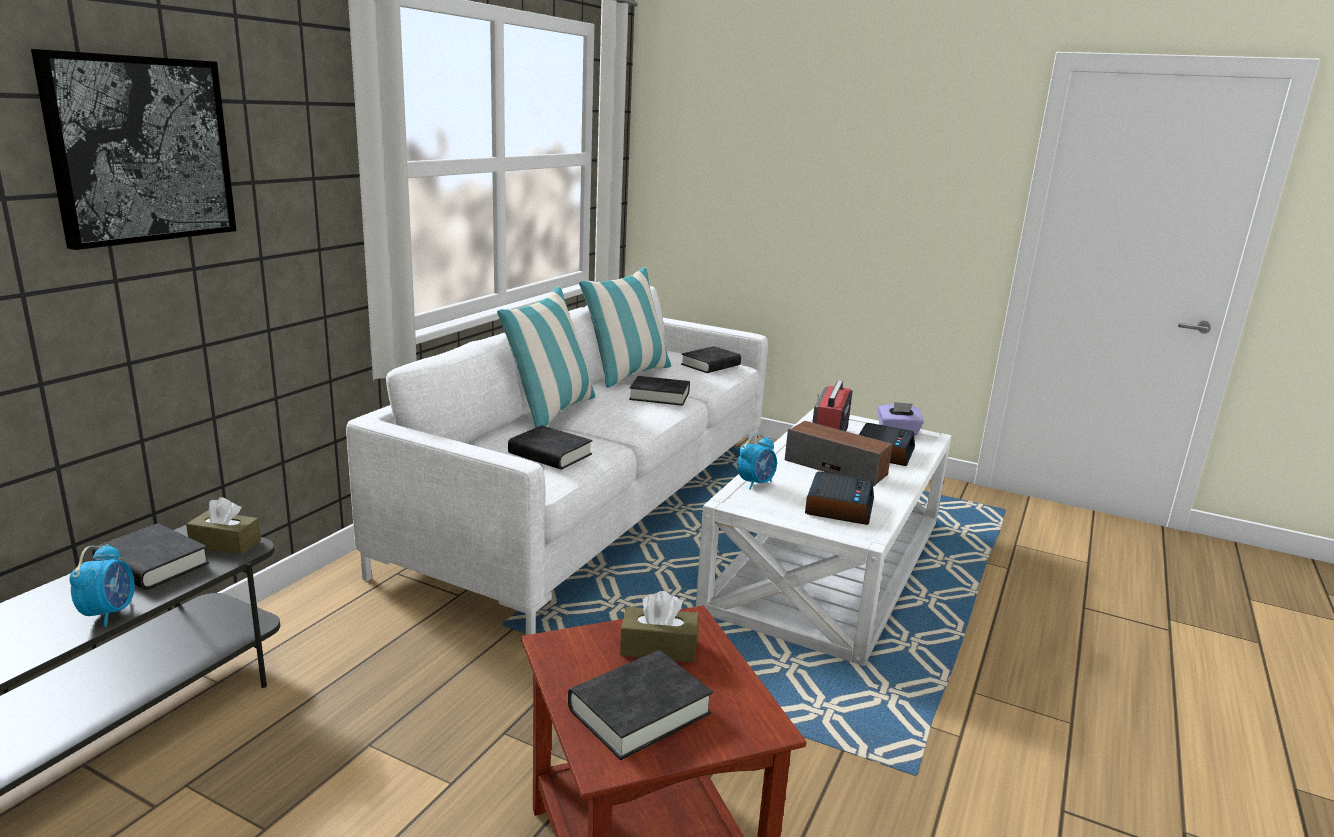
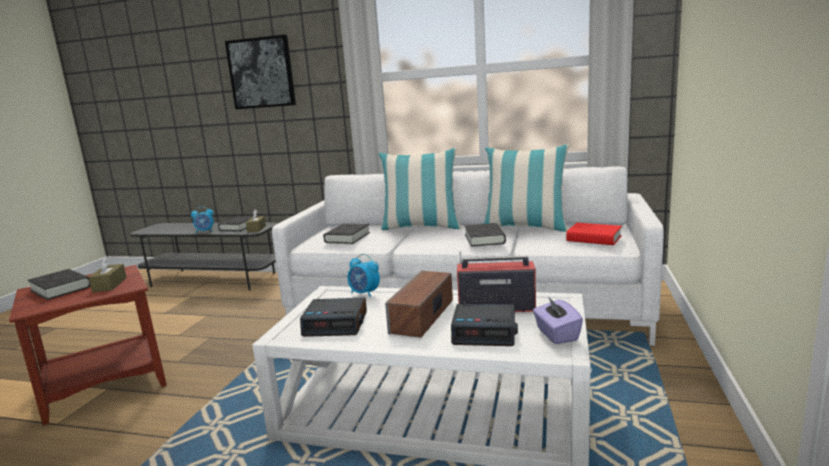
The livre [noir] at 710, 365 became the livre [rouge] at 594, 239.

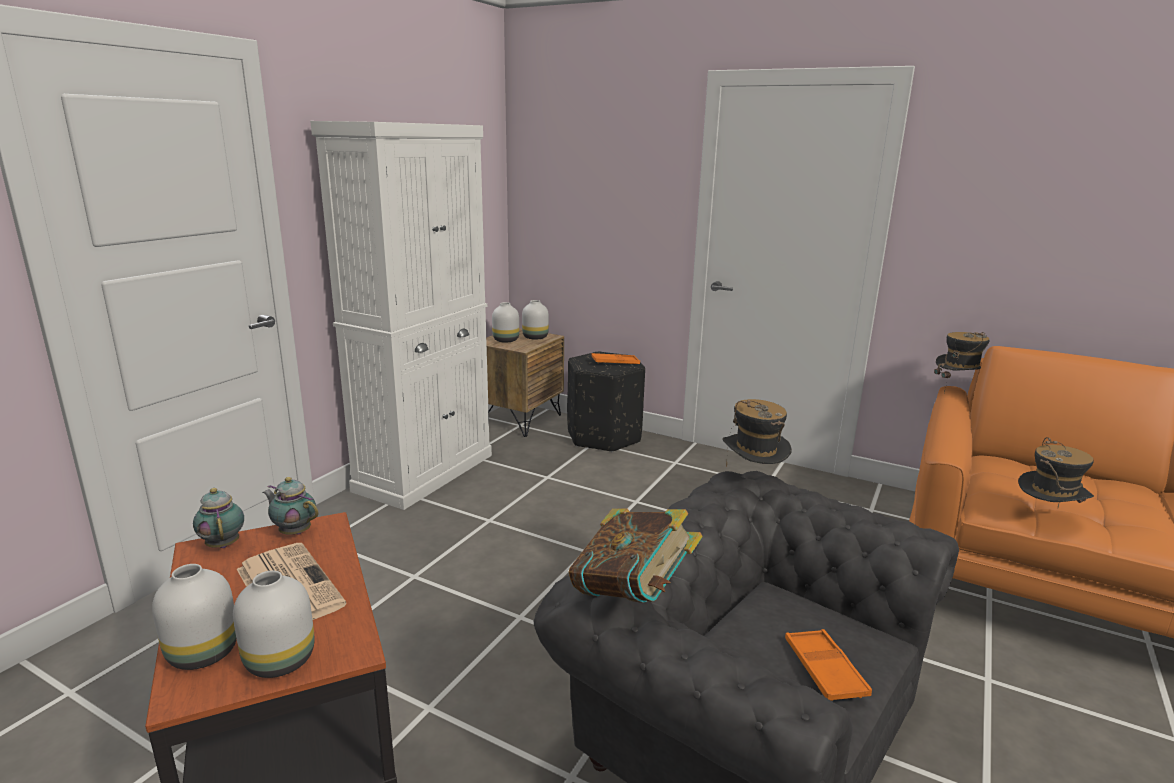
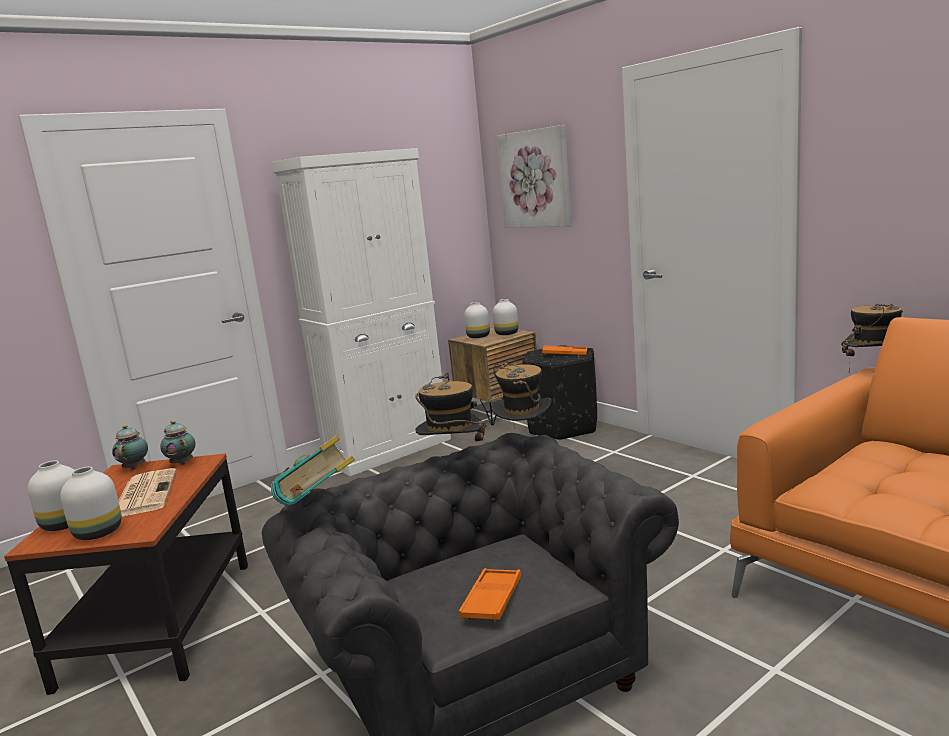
The chapeau moved from 1046, 519 to 453, 458. The tableau at 535, 179 appeared.

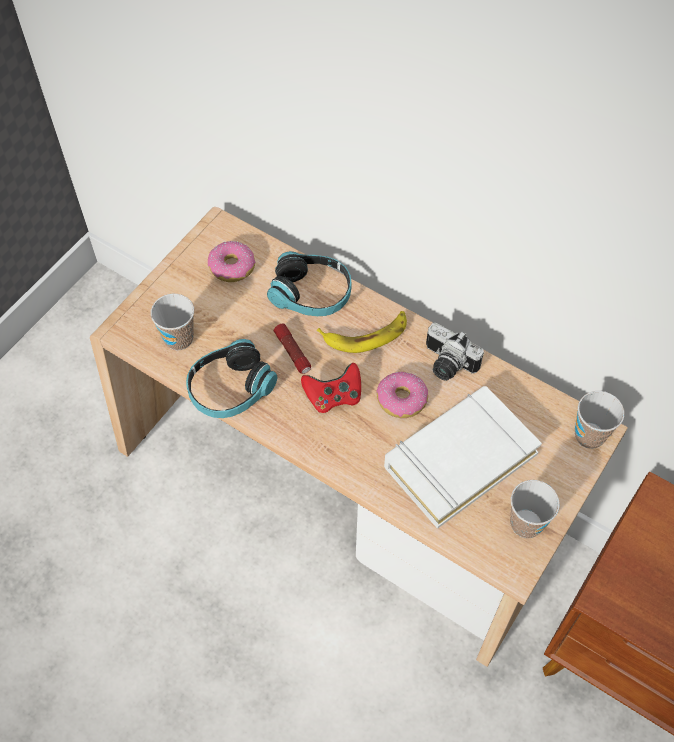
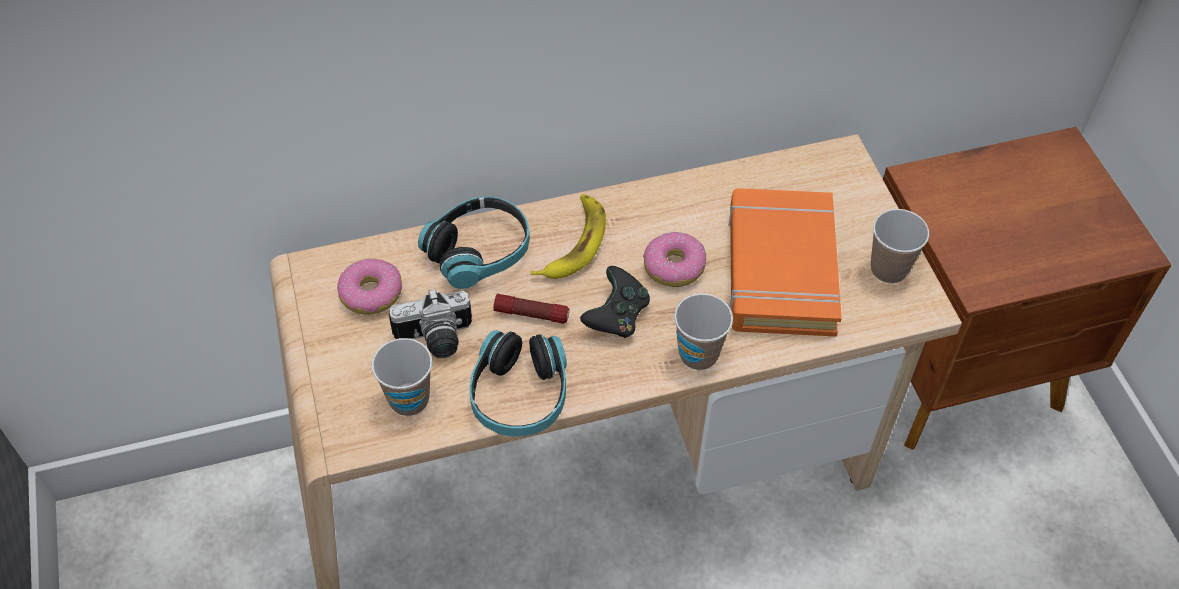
The manette [rouge] at 333, 396 became the manette [noir] at 617, 316. The livre [blanc] at 459, 459 became the livre [orange] at 780, 269. The appareil photo moved from 446, 365 to 435, 340. The tasse moved from 589, 435 to 698, 354.

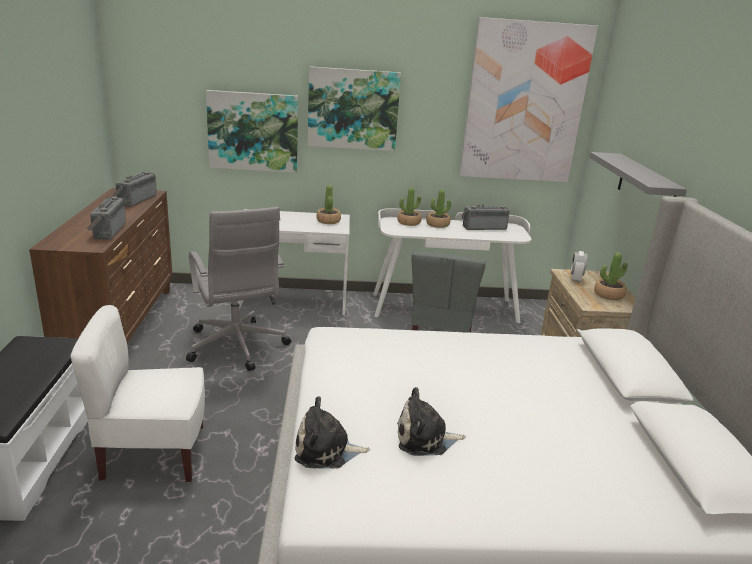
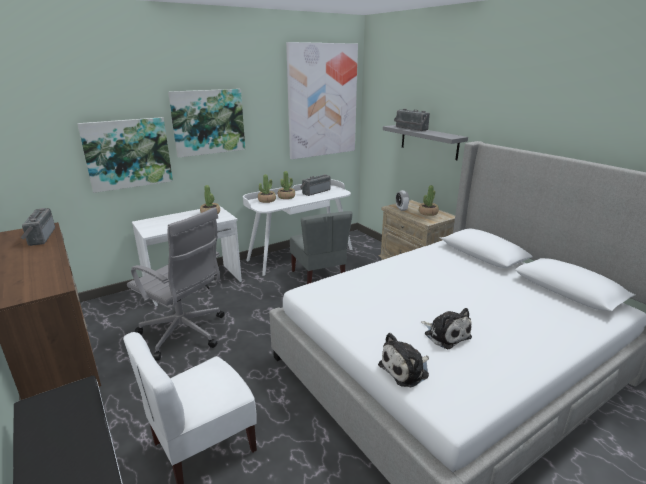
The radio moved from 107, 230 to 410, 129. The peluche at 425, 439 turned 90 degrees counterclockwise.

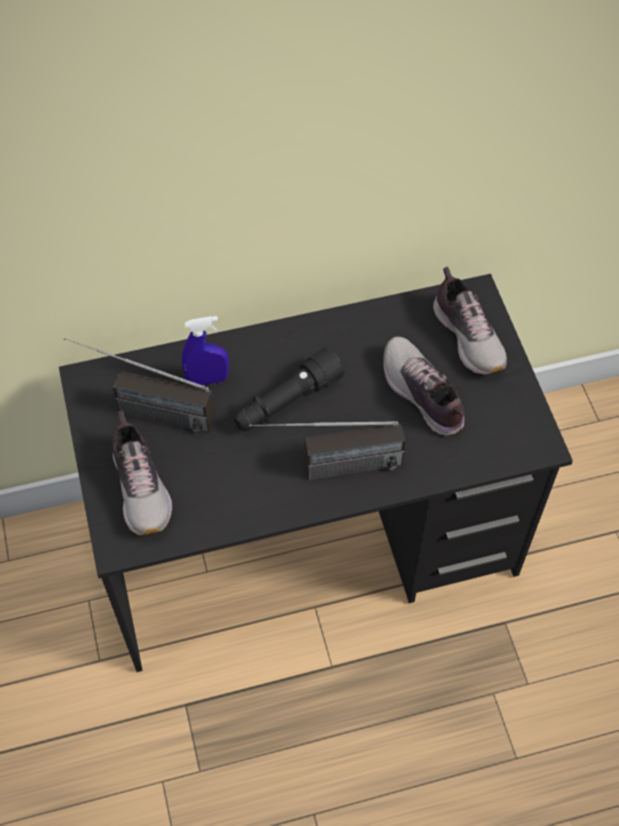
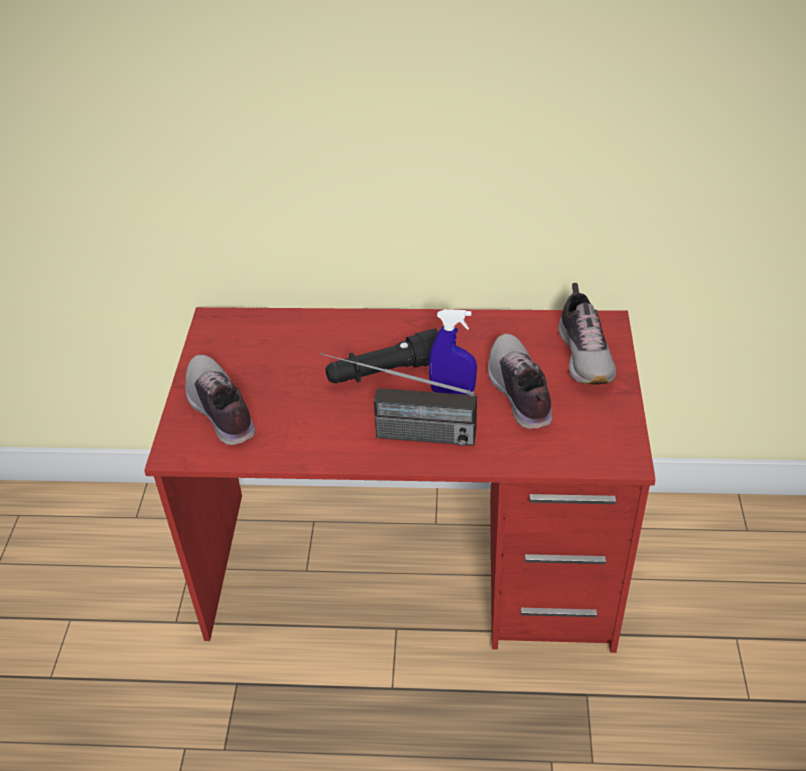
The bureau [noir] at 309, 543 became the bureau [rouge] at 412, 570. The radio at 142, 410 disappeared. The chaussure at 142, 487 turned 150 degrees clockwise. The vaporisateur [bleu] moved from 207, 380 to 452, 392.

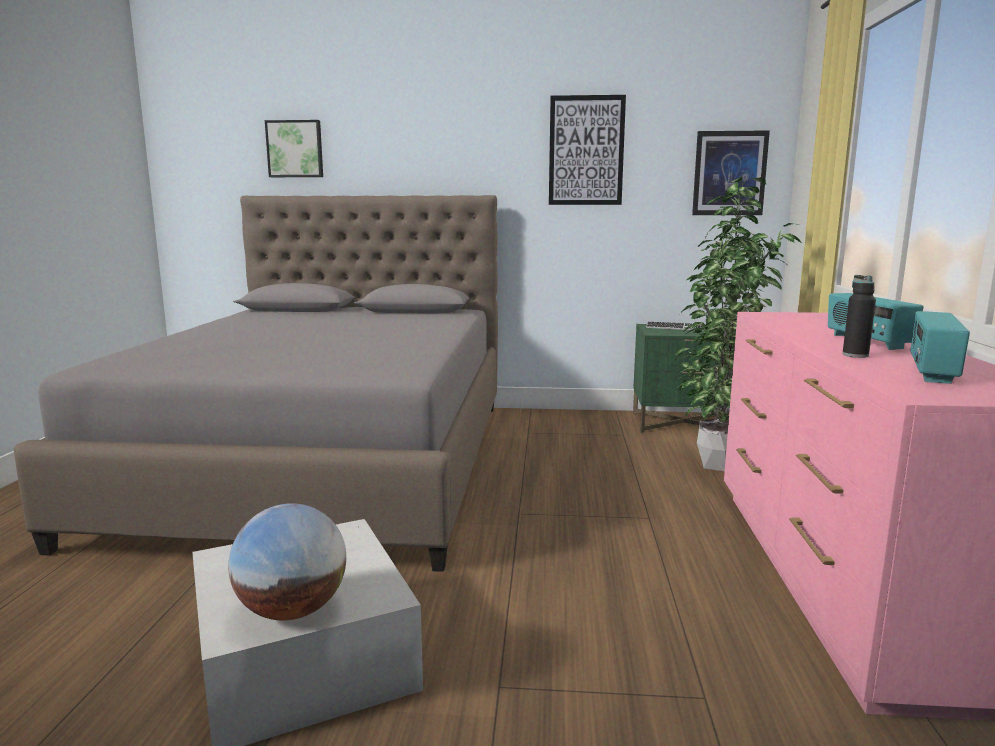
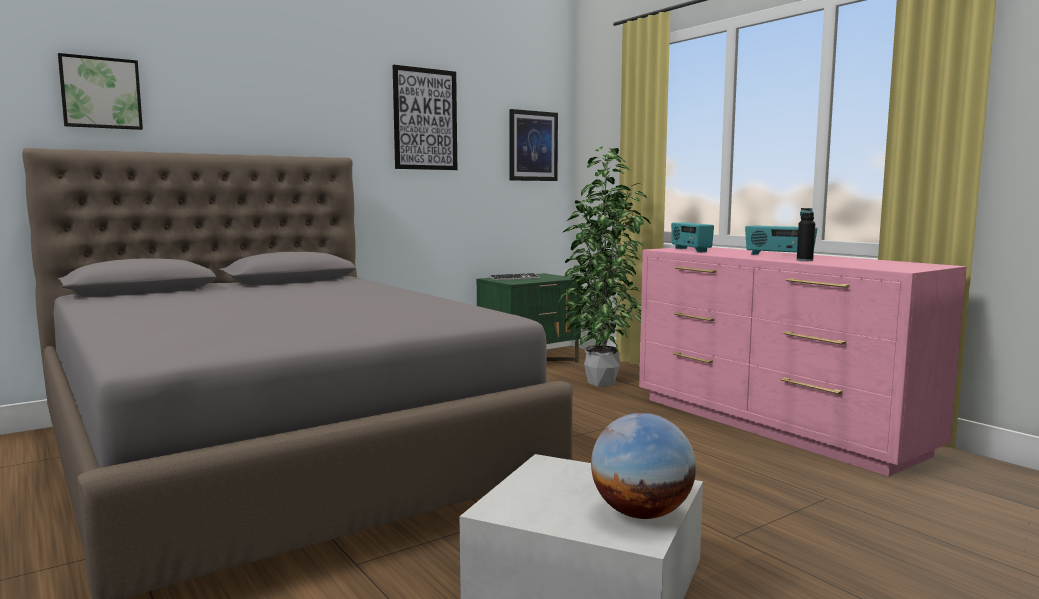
The radio moved from 930, 372 to 690, 250.

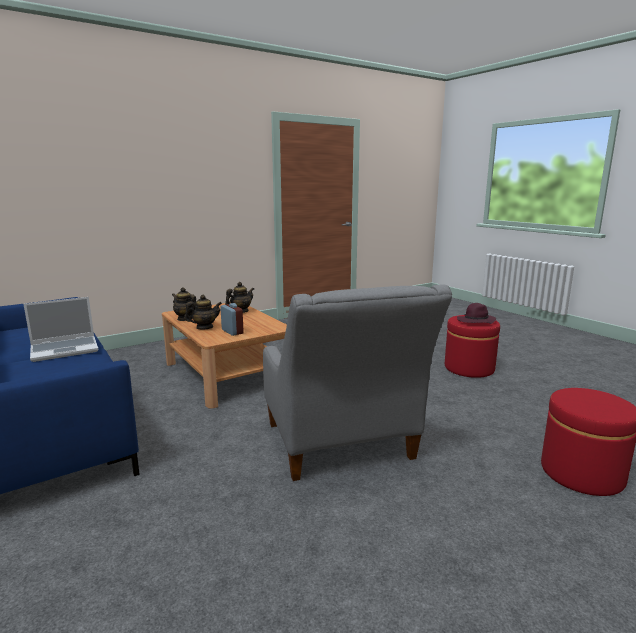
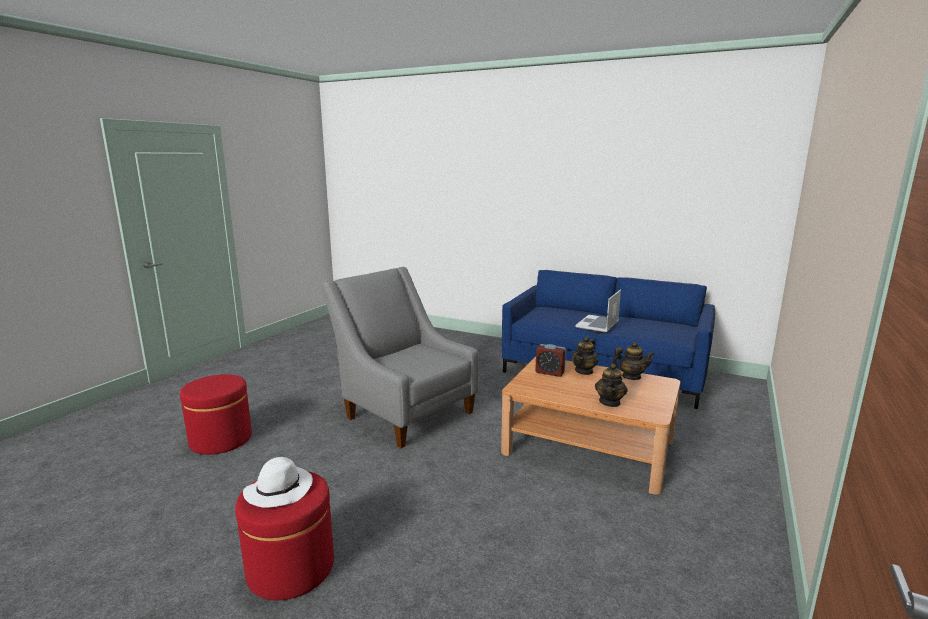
The chapeau [violet] at 475, 321 became the chapeau [blanc] at 280, 489.

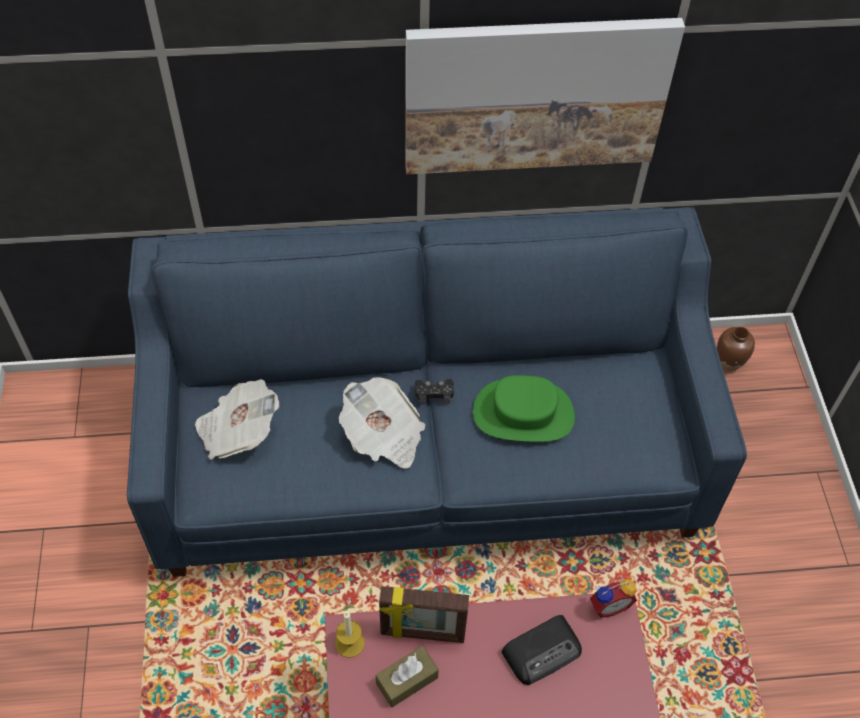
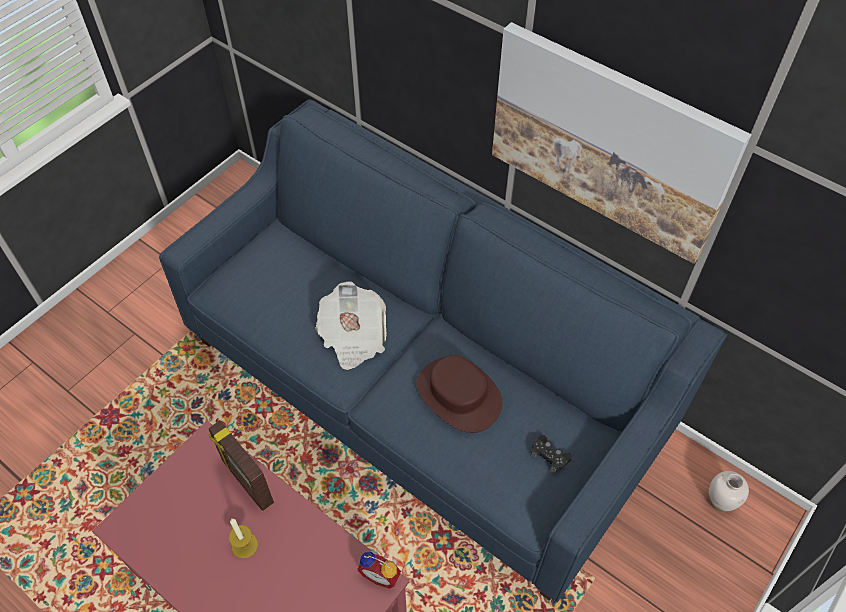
The journal at 238, 431 disappeared. The bougie moved from 349, 643 to 244, 545. The boîte à mouchoirs [marron] at 407, 680 disappeared. The manette [noir] moved from 434, 393 to 549, 456. The chapeau [vert] at 523, 414 became the chapeau [marron] at 458, 395. The radio at 543, 651 disappeared. The vase [marron] at 728, 362 became the vase [blanc] at 720, 501.

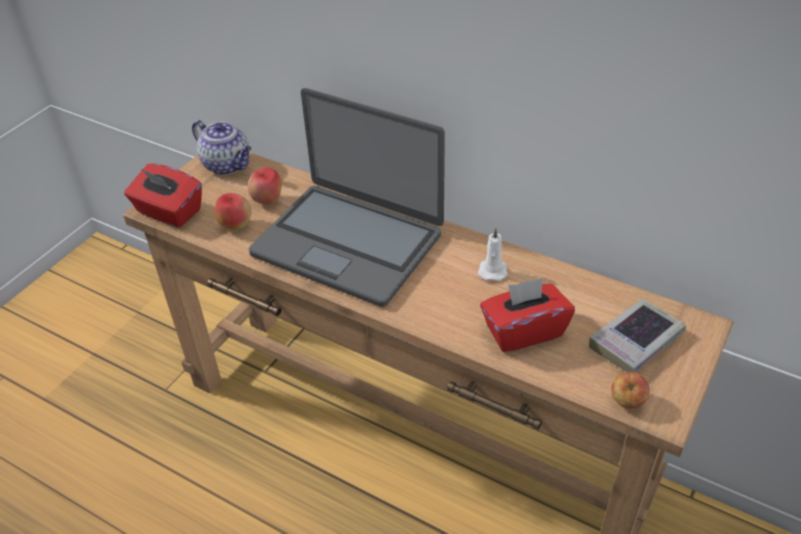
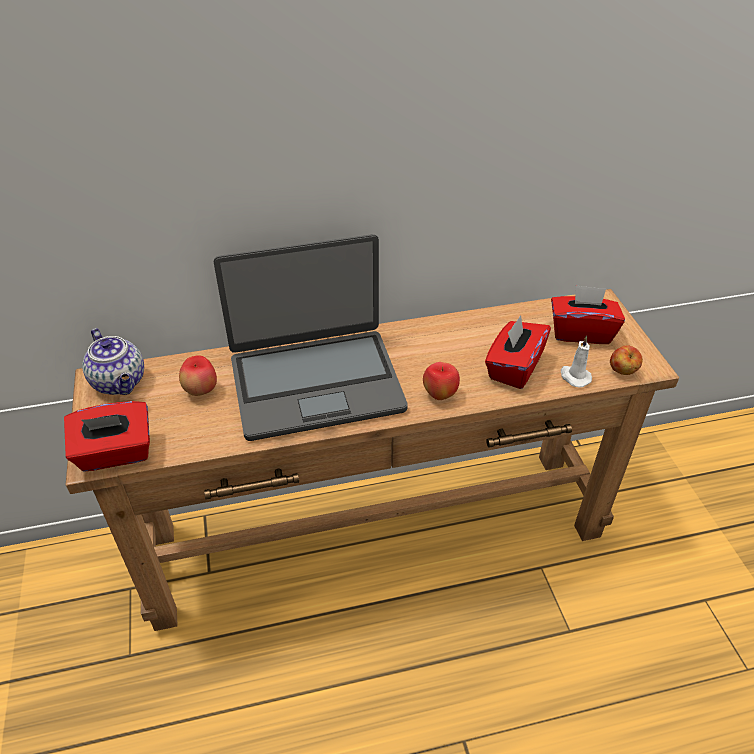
The théière at 228, 165 turned 60 degrees clockwise. The pomme moved from 236, 226 to 440, 395. The bougie [blanc] moved from 492, 270 to 574, 377. The livre at 636, 341 was replaced by the boîte à mouchoirs [rouge] at 581, 332.

